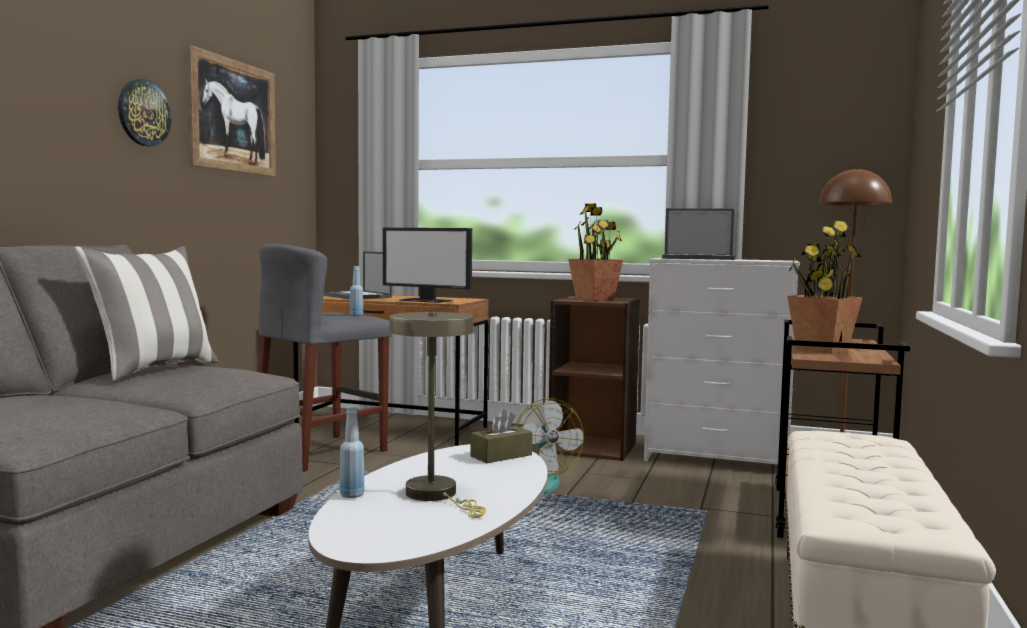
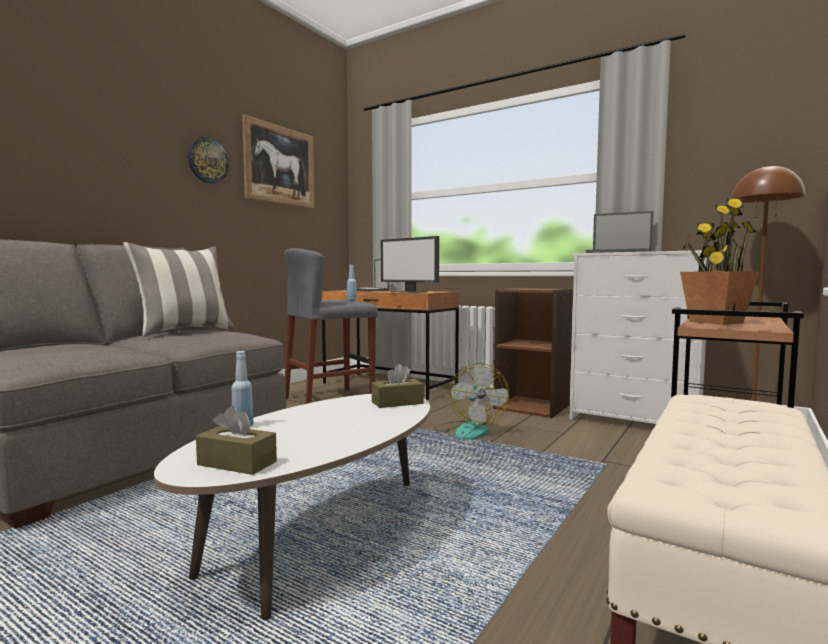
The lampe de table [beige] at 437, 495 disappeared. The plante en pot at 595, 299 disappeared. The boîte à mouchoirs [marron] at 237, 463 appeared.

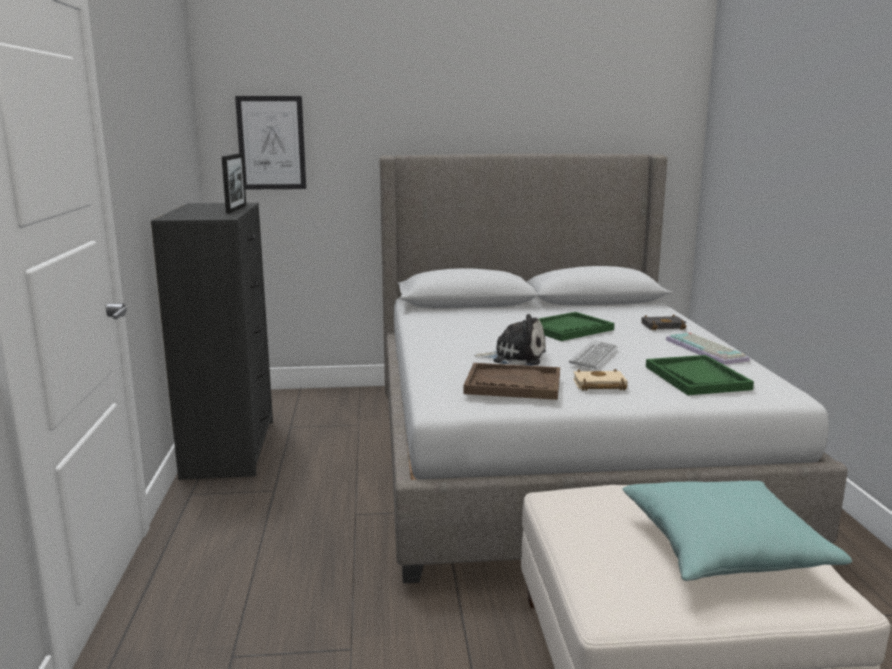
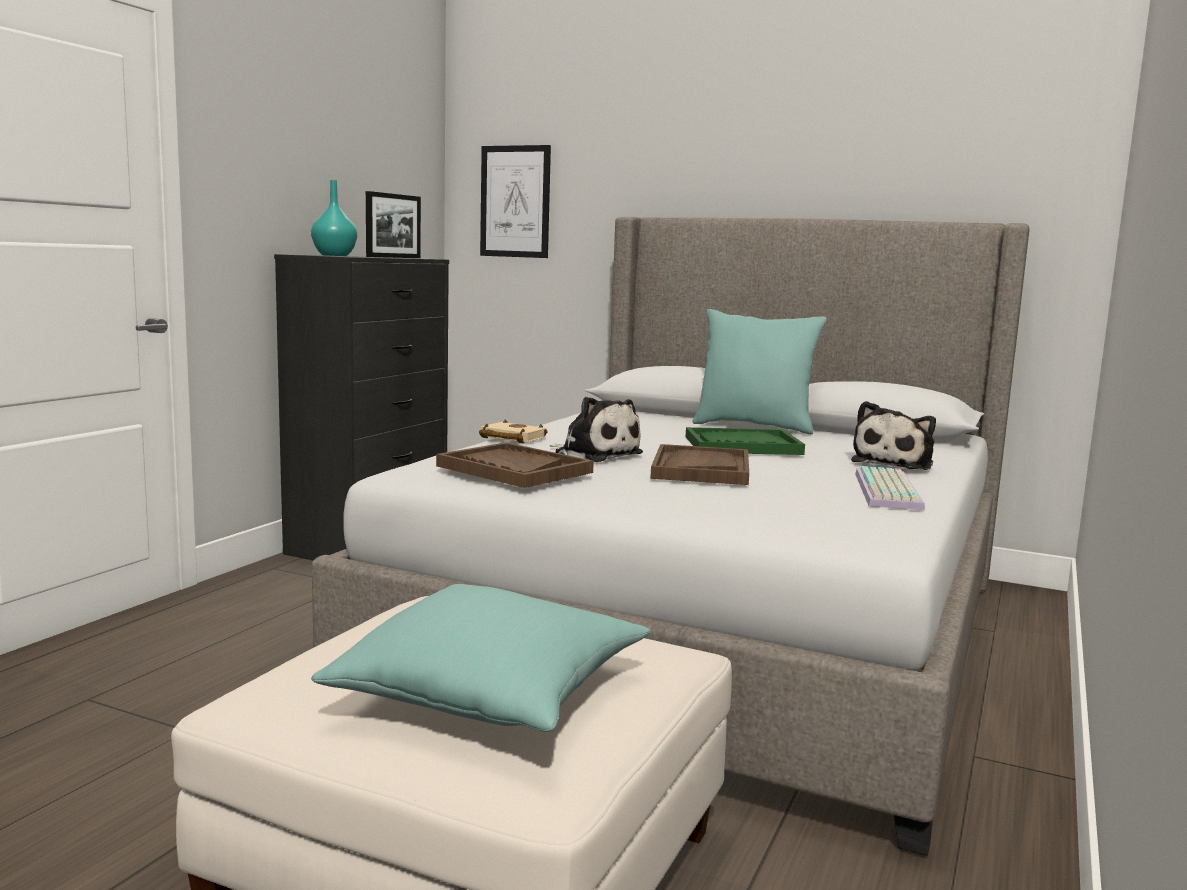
The clavier at 594, 355 was replaced by the plateau [marron] at 701, 469. The livre [beige] moved from 598, 385 to 510, 438. The livre [noir] at 663, 326 was replaced by the peluche at 894, 463. The plateau [vert] at 697, 378 disappeared. The vase [turquoise] at 333, 255 appeared. The coussin [turquoise] at 754, 426 appeared.

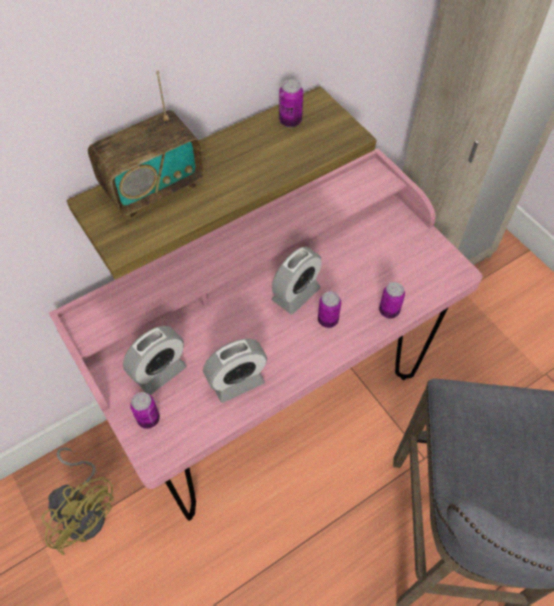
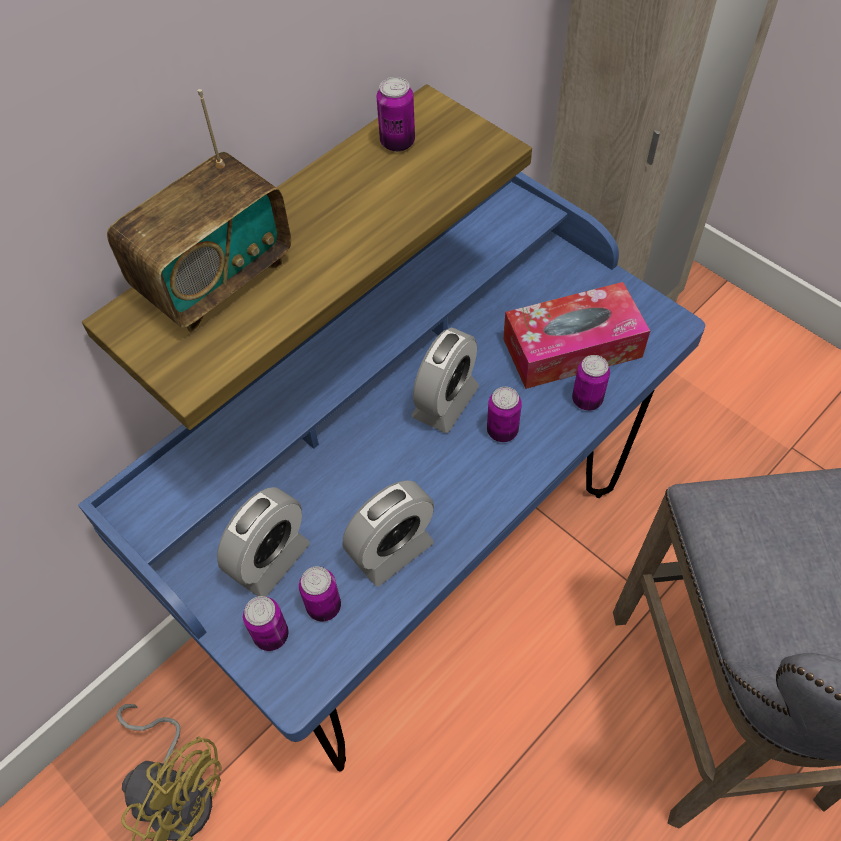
The bureau [rose] at 276, 402 became the bureau [bleu] at 425, 569. The boîte métallique at 324, 606 appeared. The boîte à mouchoirs at 572, 348 appeared.

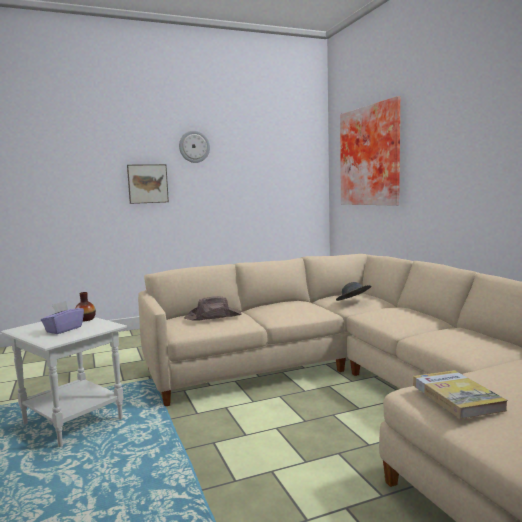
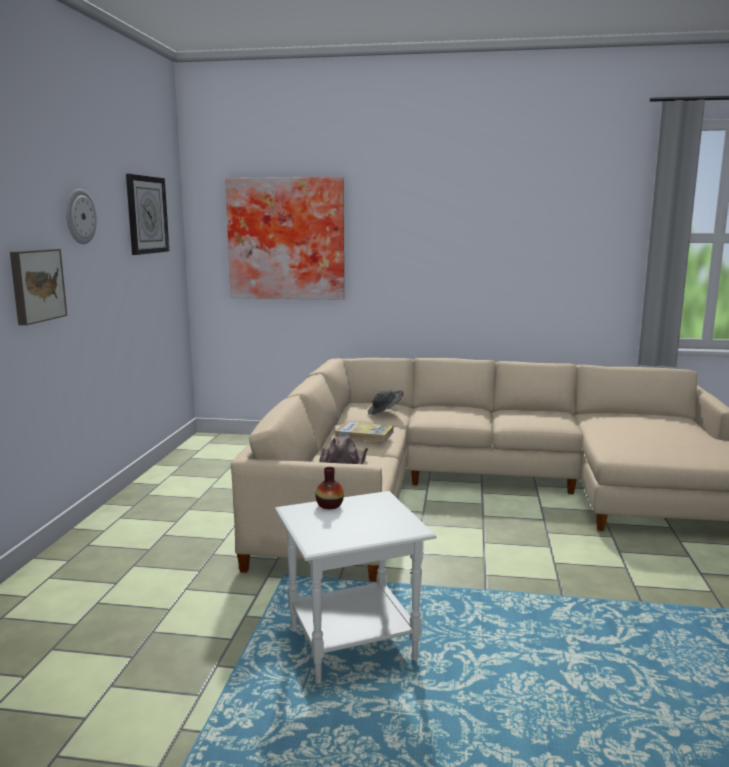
The boîte à mouchoirs [violet] at 63, 329 disappeared. The livre moved from 456, 397 to 364, 435. The horloge murale at 146, 215 appeared.

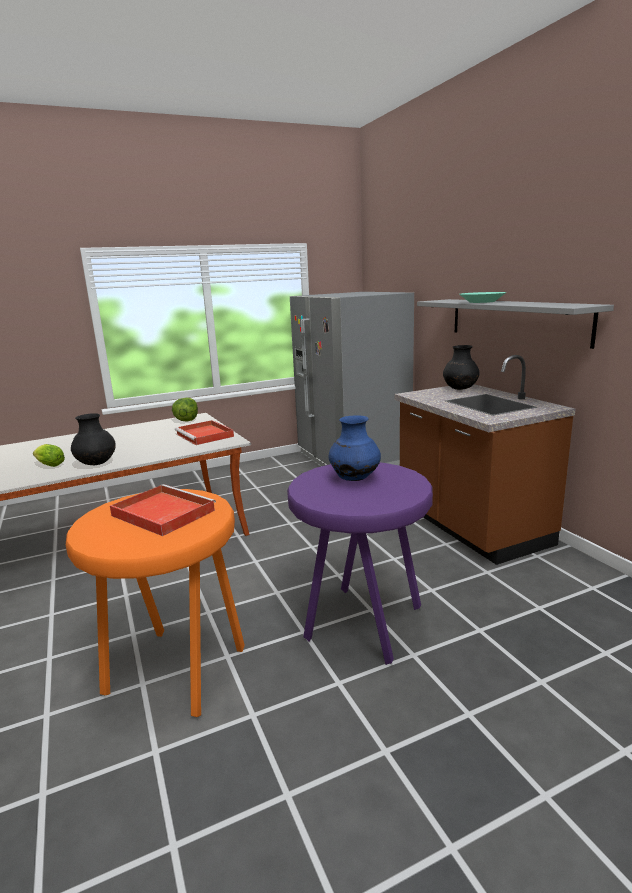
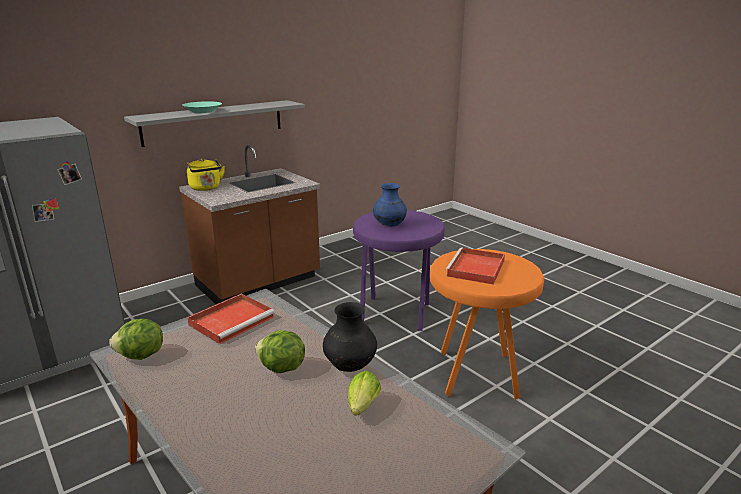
The vase [noir] at 460, 389 was replaced by the bouilloire [jaune] at 206, 188. The laitue at 281, 368 appeared.

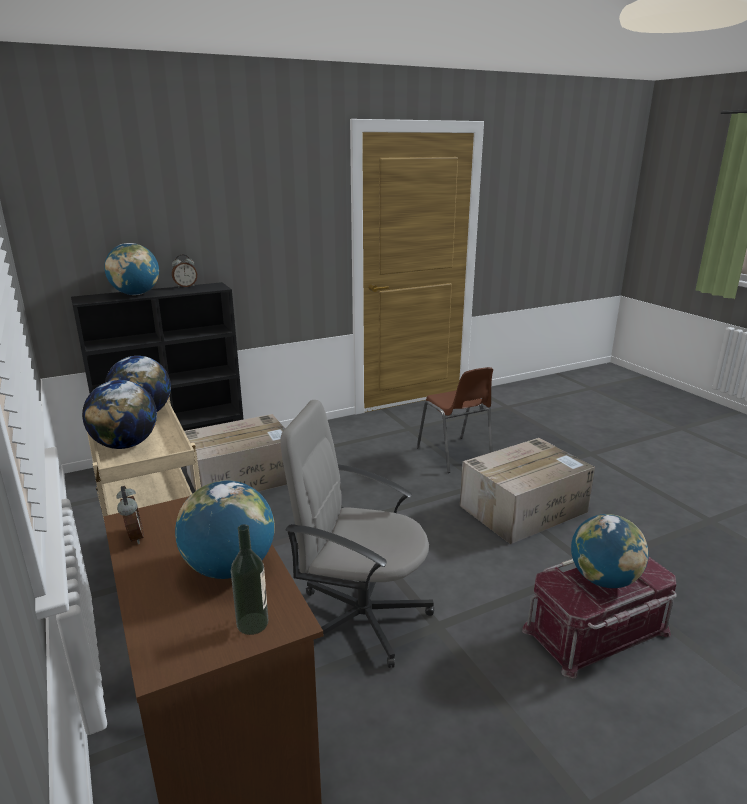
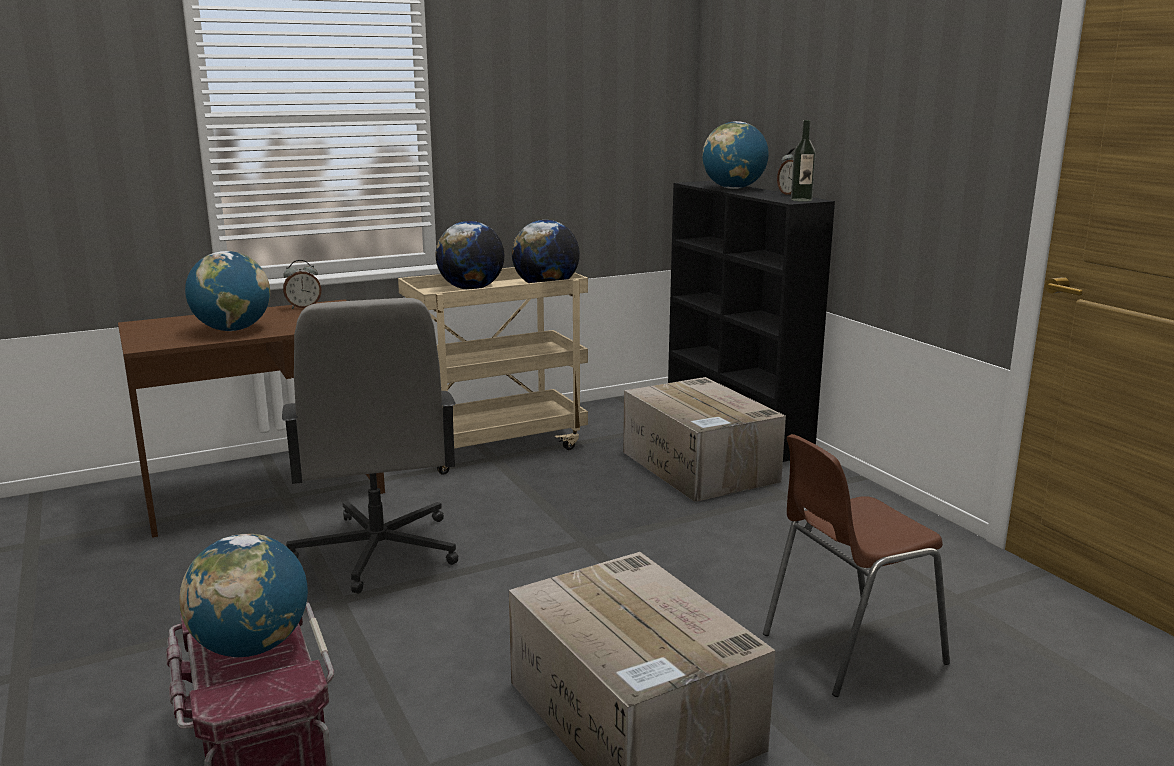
The bouteille moved from 252, 623 to 801, 200. The chaise de bureau [gris] at 361, 616 turned 150 degrees clockwise.

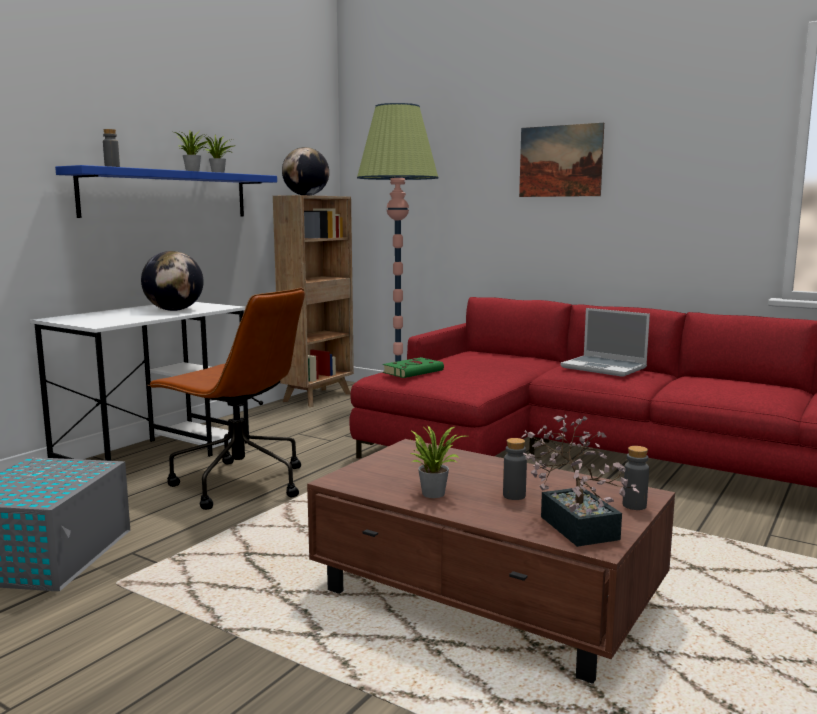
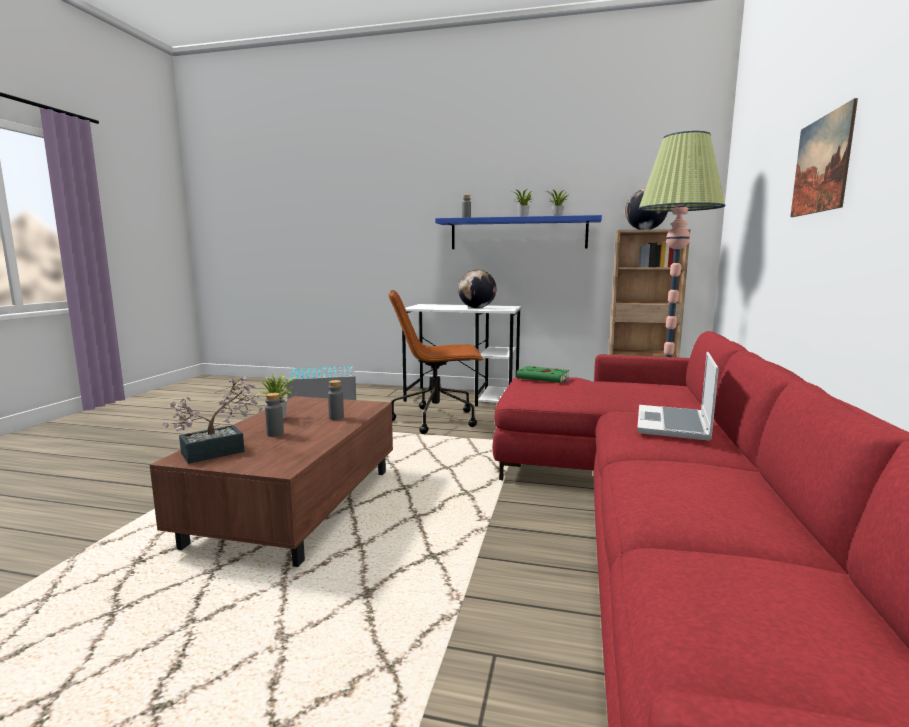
The chaise de bureau [marron] at 238, 484 turned 75 degrees clockwise. The bouteille [gris] moved from 634, 505 to 336, 417.

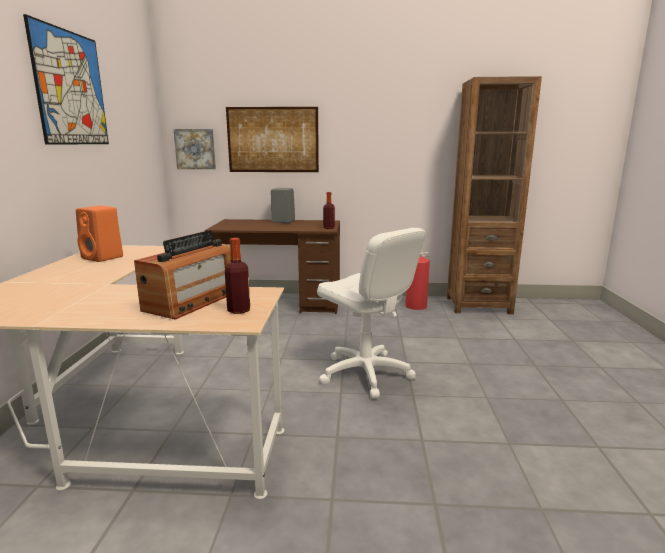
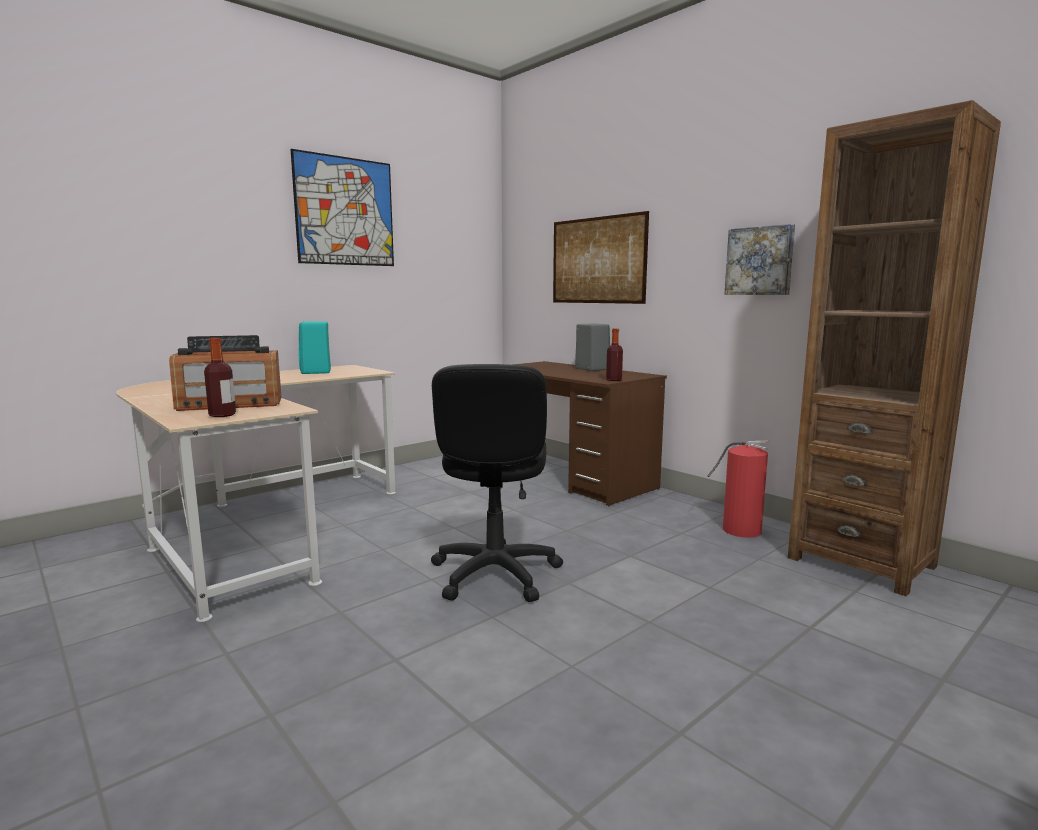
The enceinte [orange] at 103, 258 became the enceinte [turquoise] at 316, 372. The tableau moved from 195, 149 to 760, 261. The chaise de bureau [blanc] at 365, 374 became the chaise de bureau [noir] at 494, 574.

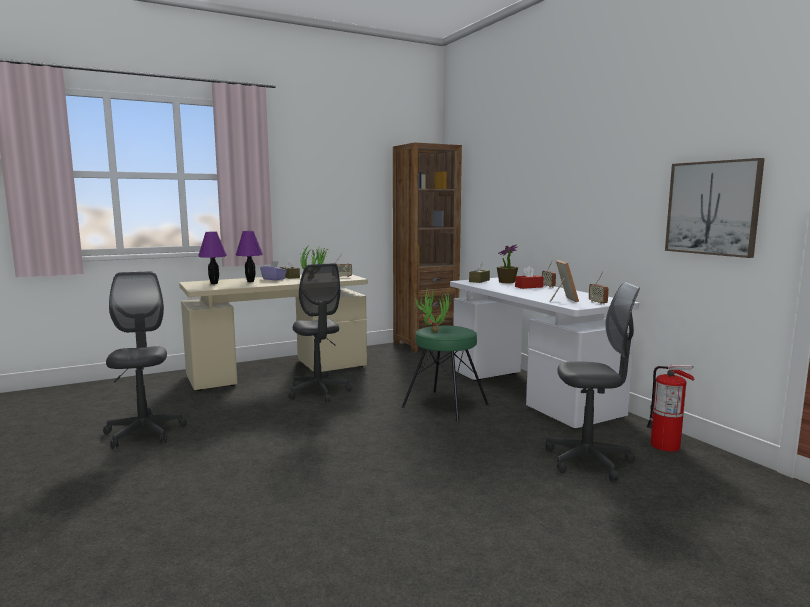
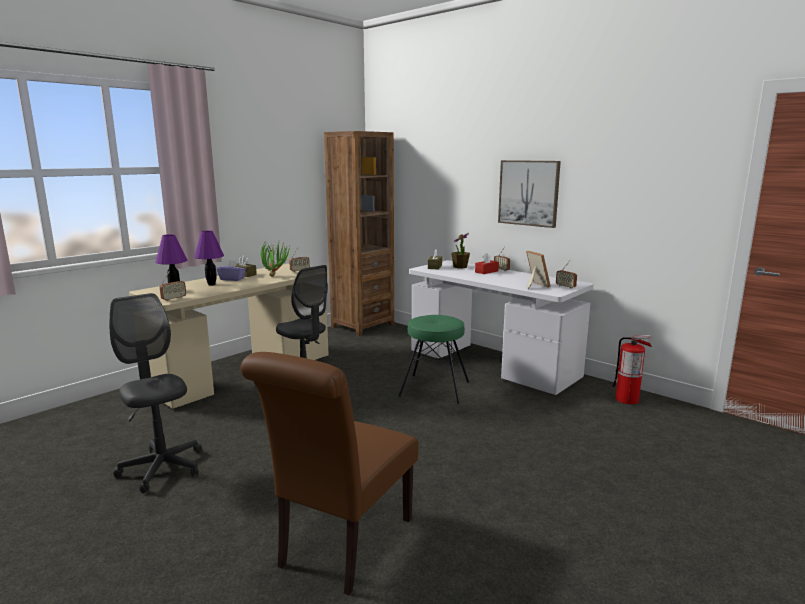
The plante en pot at 432, 331 disappeared. The chaise de bureau [gris] at 588, 461 disappeared. The tableau moved from 712, 208 to 528, 193. The radio at 174, 299 appeared. The chaise [marron] at 341, 546 appeared.

